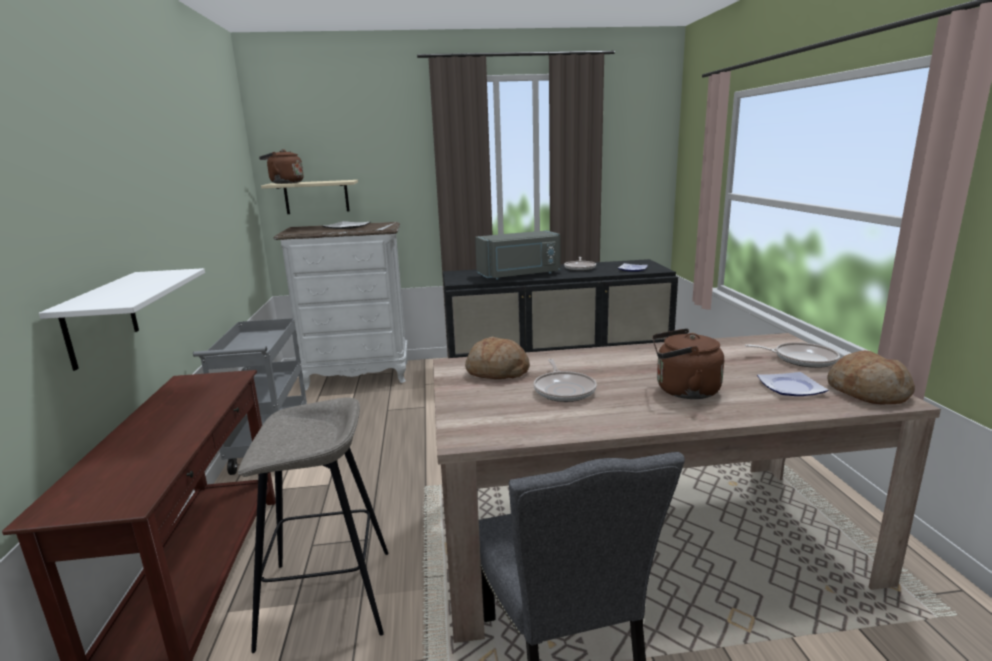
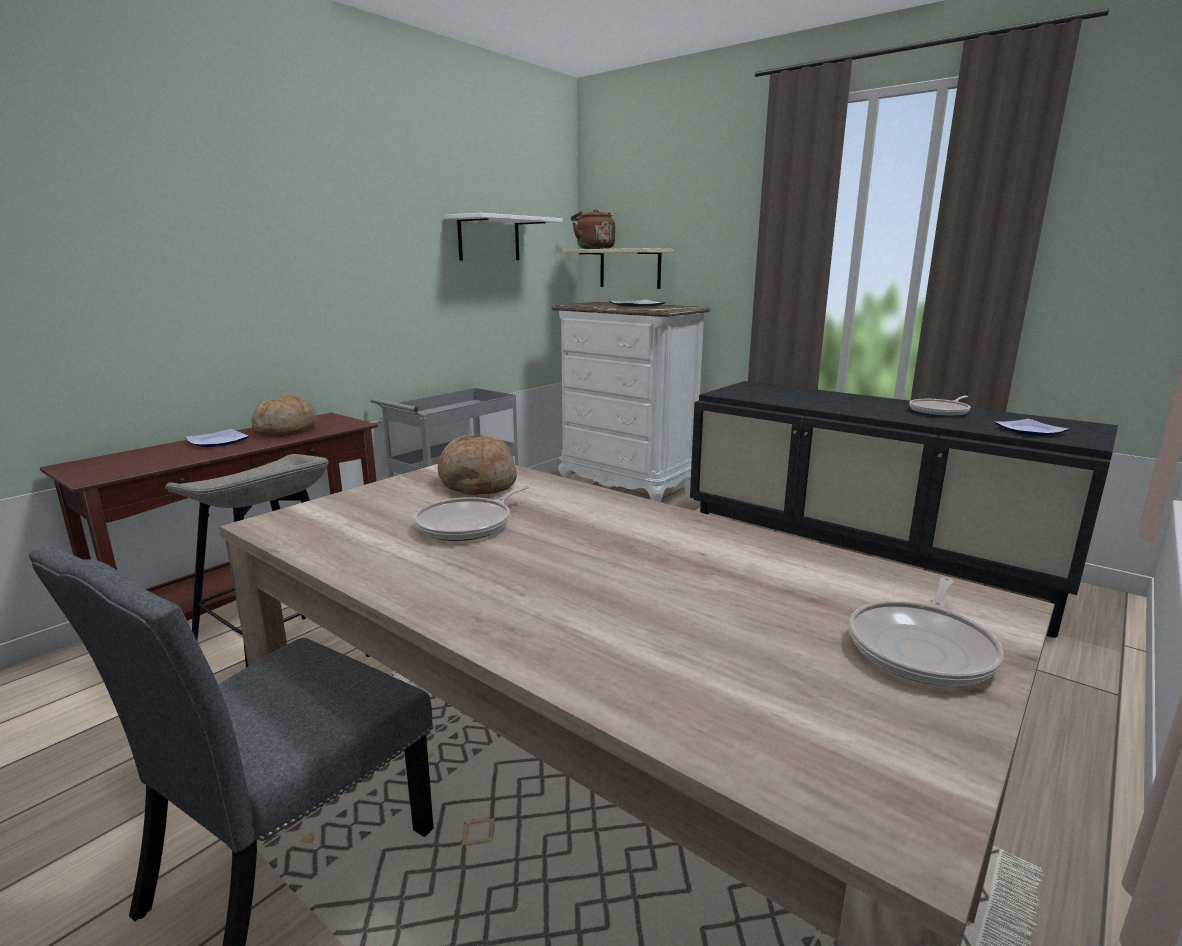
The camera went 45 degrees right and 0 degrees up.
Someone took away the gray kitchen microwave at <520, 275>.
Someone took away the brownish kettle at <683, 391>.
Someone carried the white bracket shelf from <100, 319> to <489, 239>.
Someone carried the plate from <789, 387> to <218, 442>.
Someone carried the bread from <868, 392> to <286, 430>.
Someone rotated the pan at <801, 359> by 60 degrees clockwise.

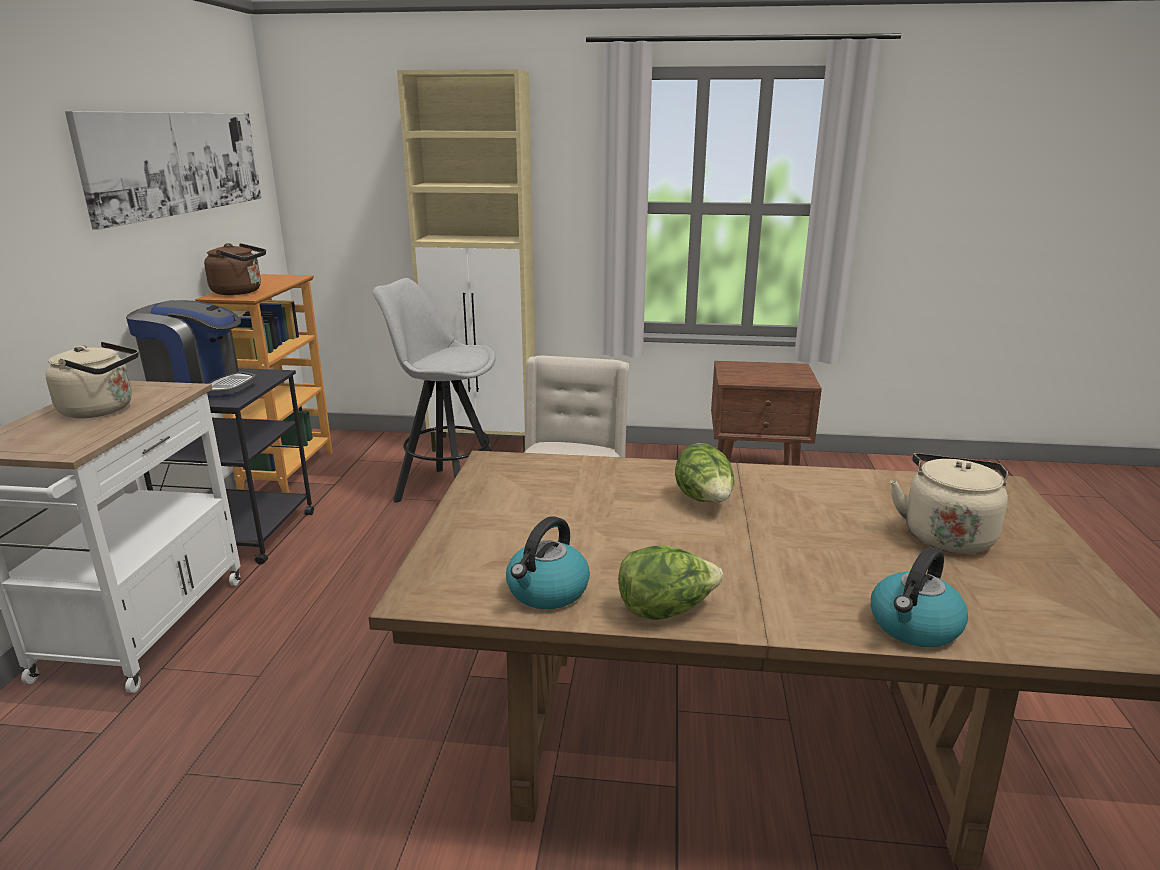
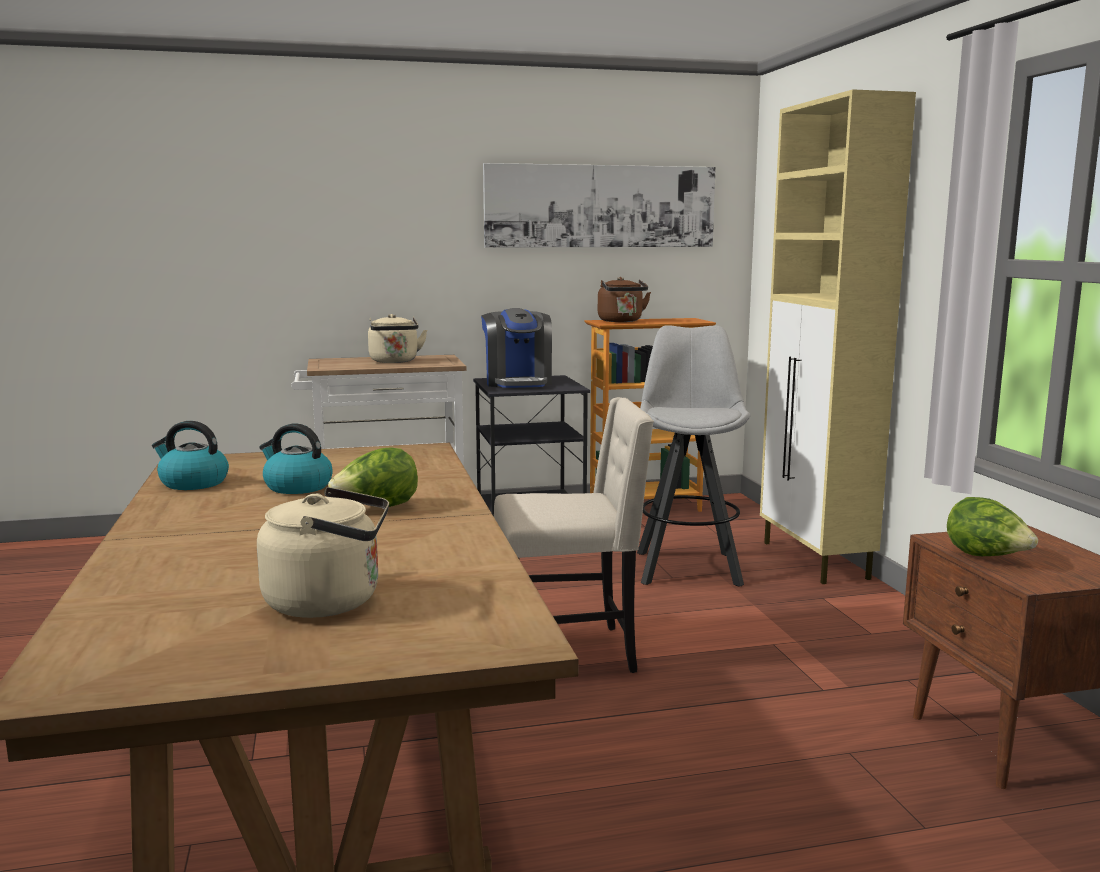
The camera went 70 degrees right and 10 degrees down.
Someone carried the head of lettuce from <666, 610> to <986, 557>.
Someone carried the kettle from <914, 627> to <297, 487>.

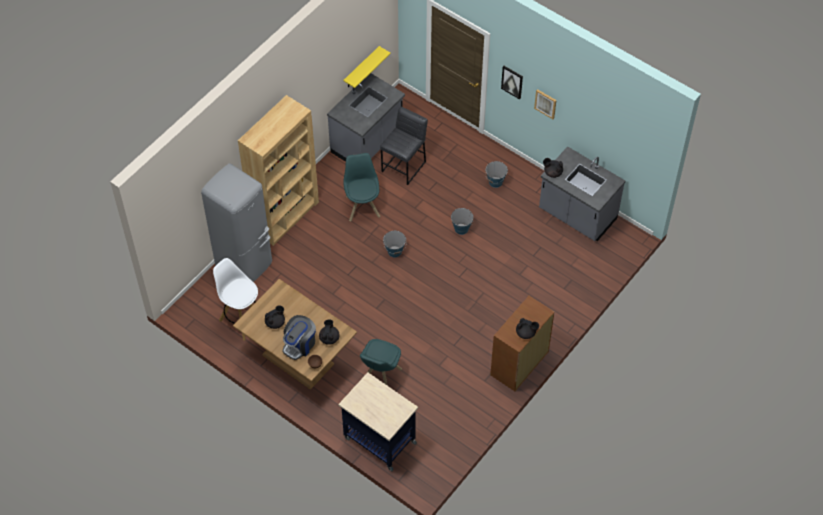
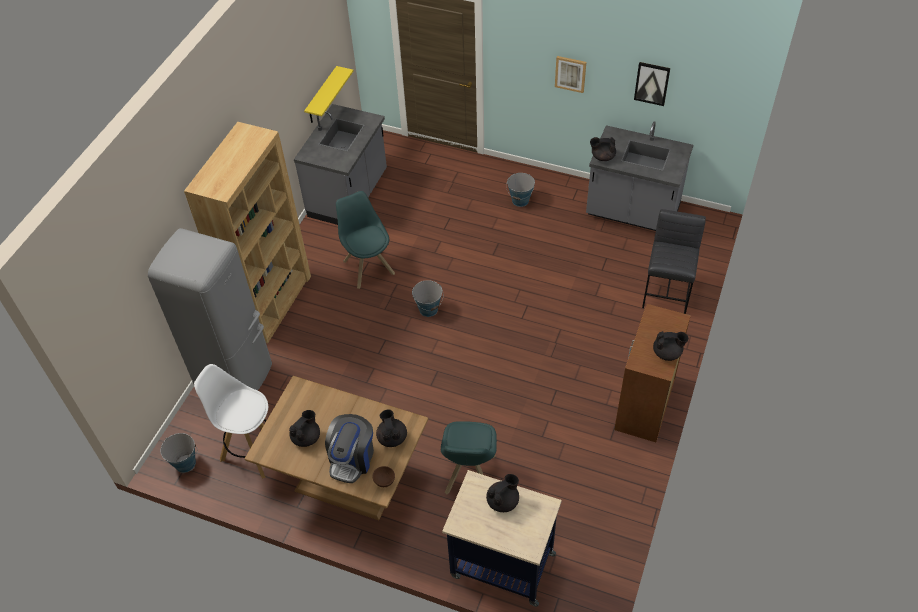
The camera went 15 degrees left and 5 degrees down.
Someone put down the black teapot at <503, 501>.
Someone carried the gray stool seat from <404, 166> to <666, 293>.
Someone carried the water bucket from <461, 229> to <185, 463>.
Someone carried the wall art from <512, 81> to <652, 83>.

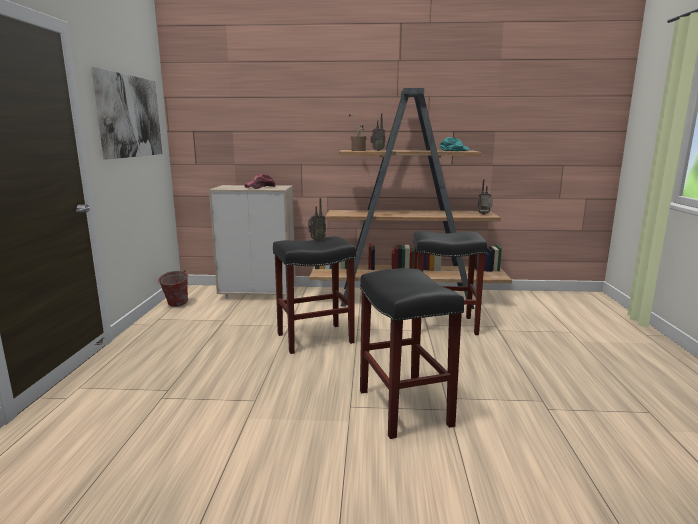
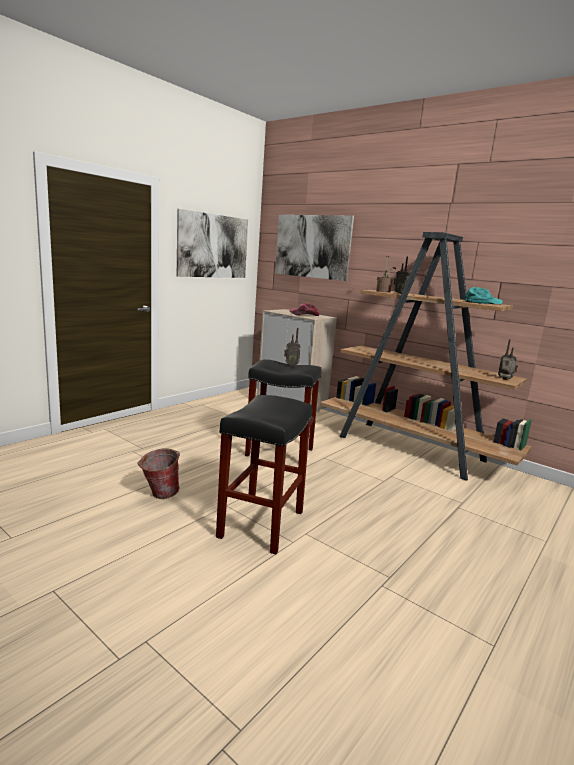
The camera went 35 degrees right and 0 degrees up.
Someone took away the black stool seat at <444, 325>.
Someone put up the wall art at <312, 246>.
Someone carried the water bucket from <175, 305> to <159, 495>.

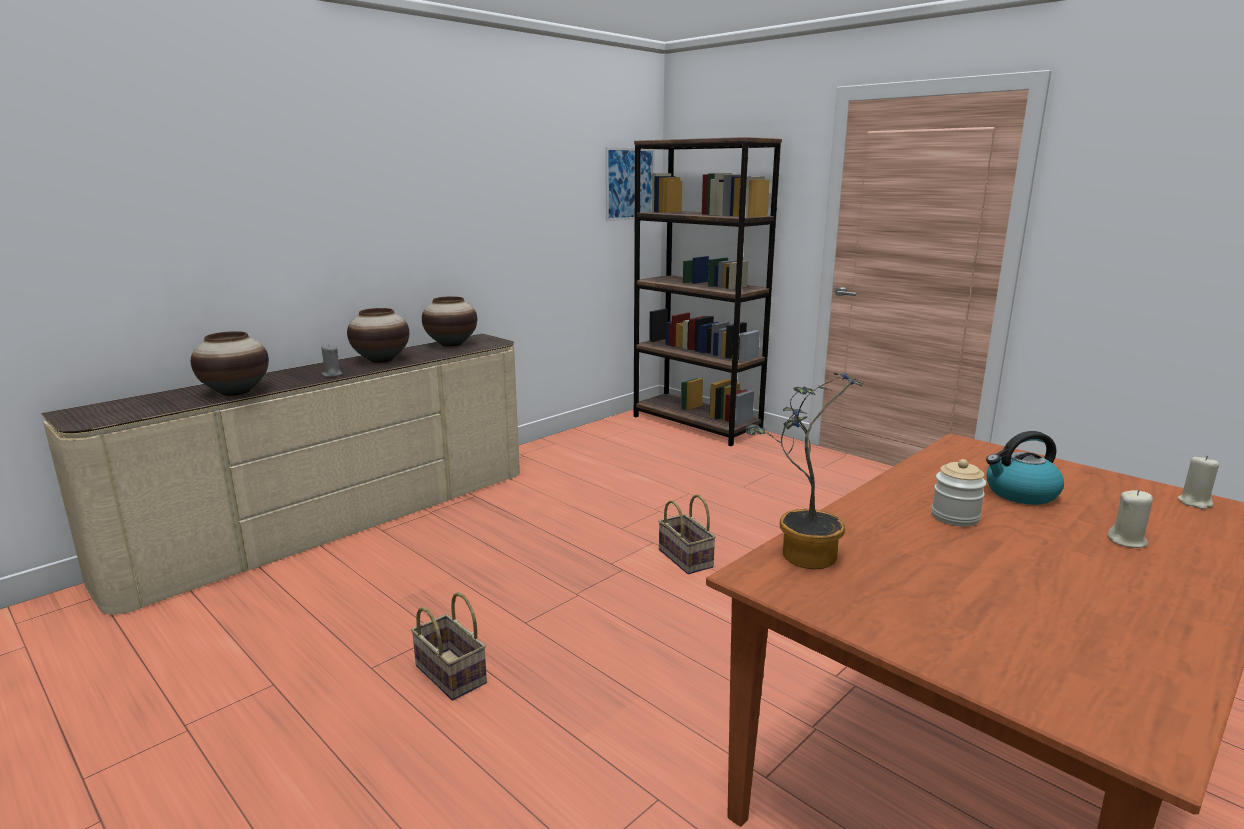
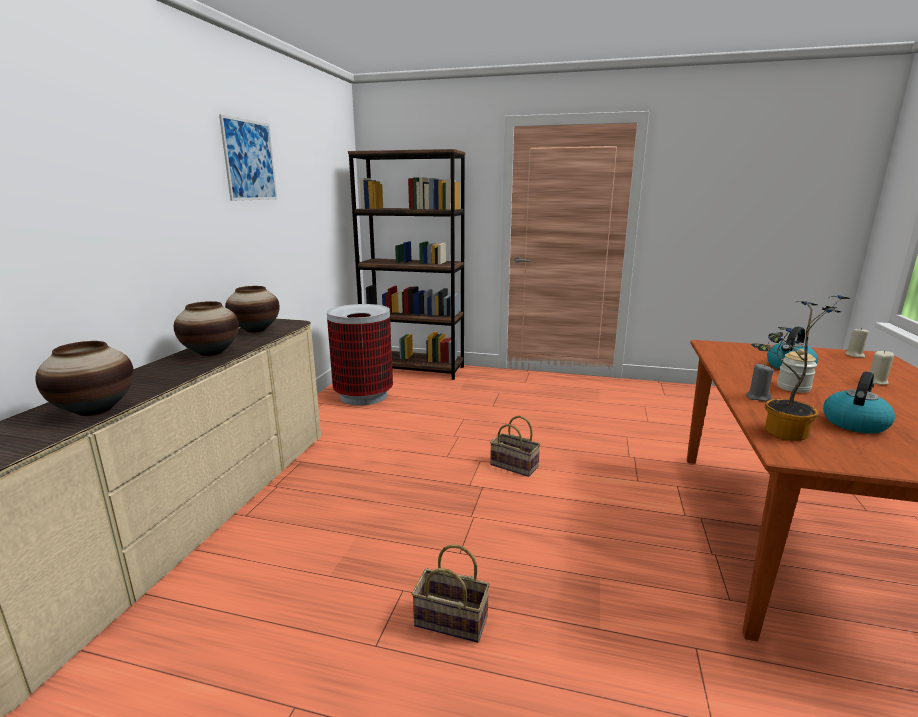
The camera went 30 degrees left and 0 degrees up.
Someone put down the rubbish bin at <363, 396>.
Someone put down the kettle at <854, 423>.
Someone carried the gray candle from <332, 375> to <757, 397>.
Someone carried the wall art from <630, 184> to <249, 160>.

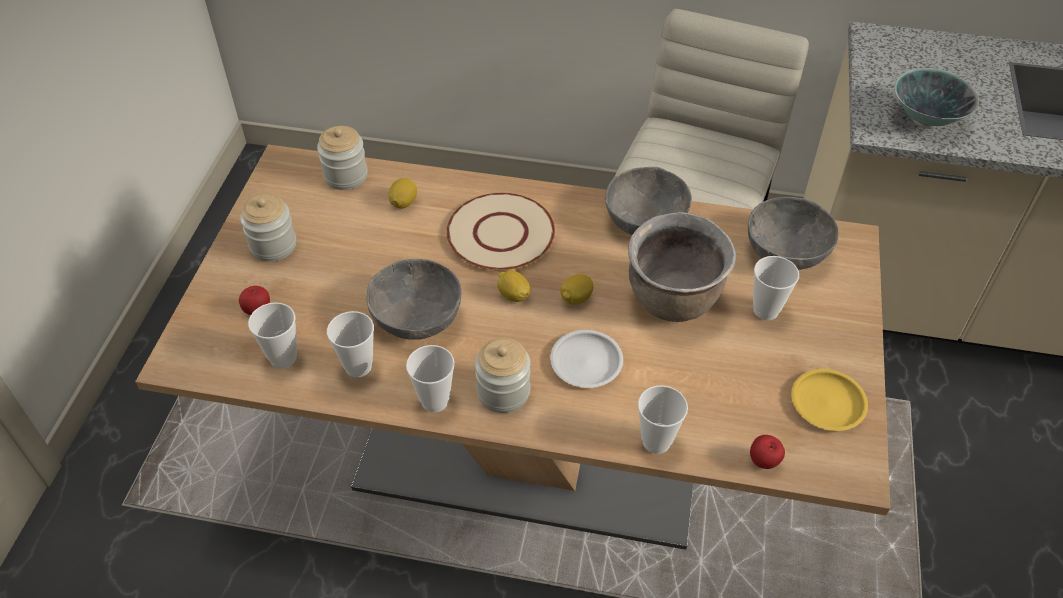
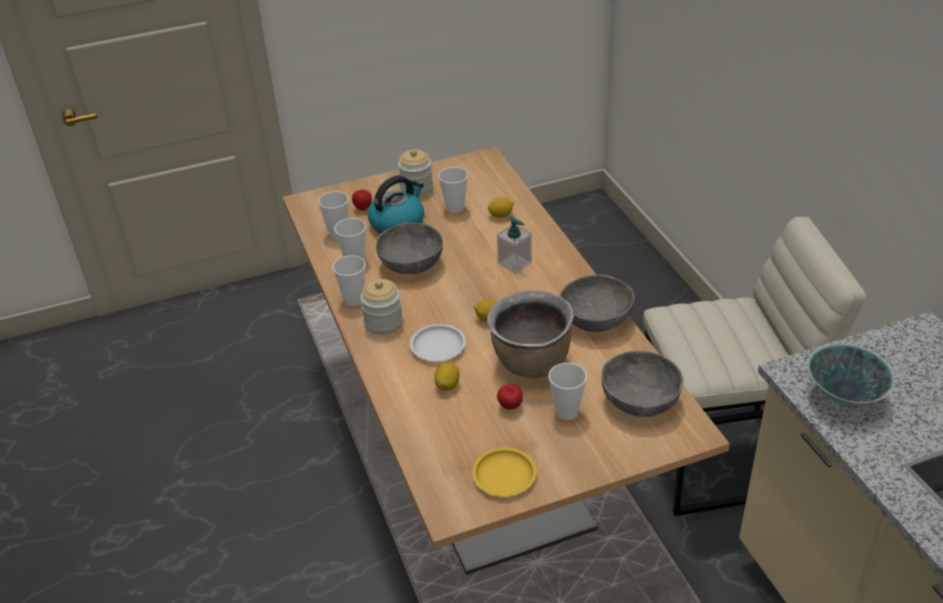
The camera went 60 degrees right and 10 degrees down.
Someone took away the jar at <346, 176>.
Someone put down the kettle at <398, 223>.
Someone carried the whole lemon from <513, 295> to <447, 385>.
Someone carried the small cup from <656, 442> to <455, 208>.
Someone carried the apple from <764, 462> to <510, 407>.
Someone swapped the beige plate at <500, 233> for the soap bottle at <514, 263>.

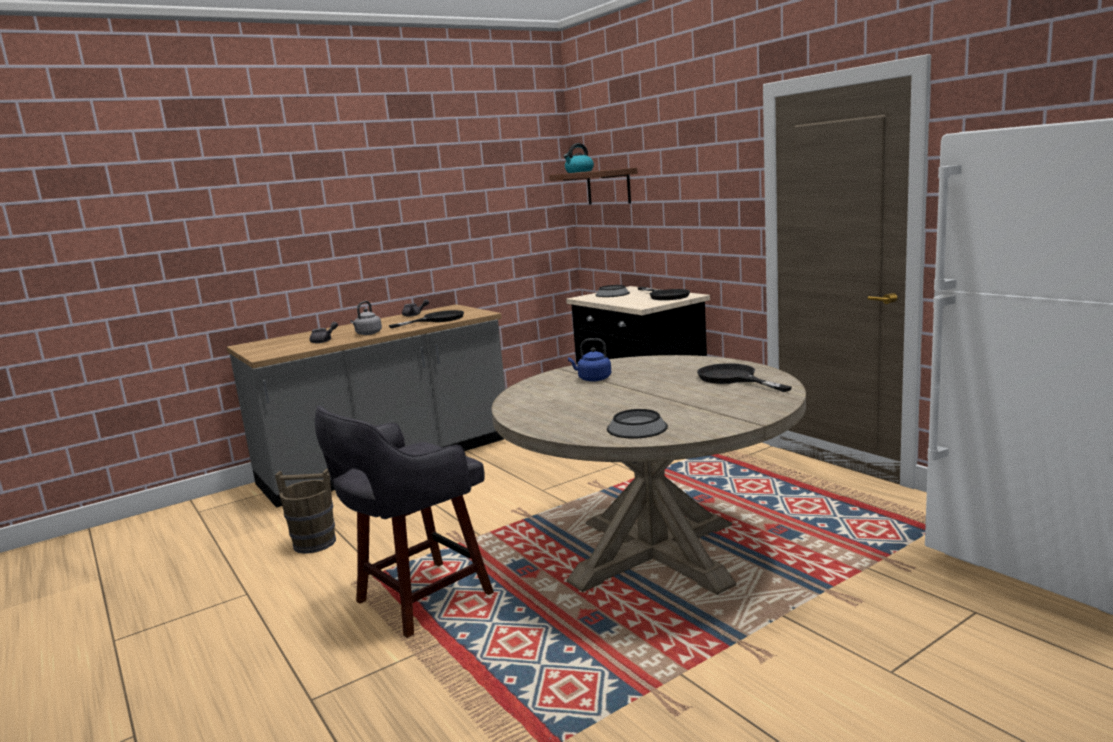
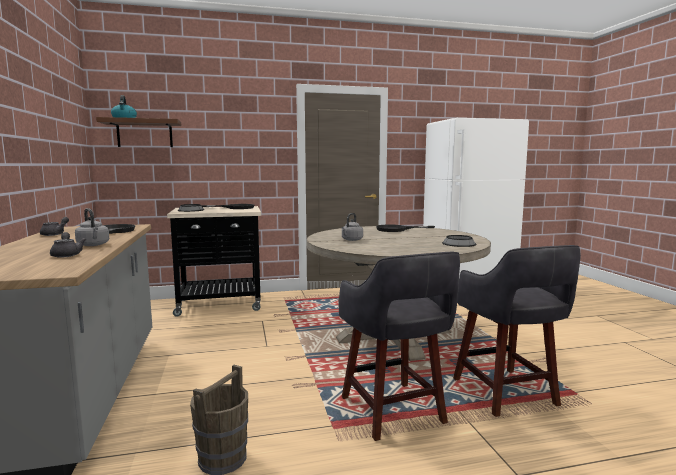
The camera went 70 degrees left and 5 degrees down.
Someone put down the gray stool seat at <506, 394>.
Someone repainted the blue kettle at <592, 379>, which became the gray kettle at <351, 240>.

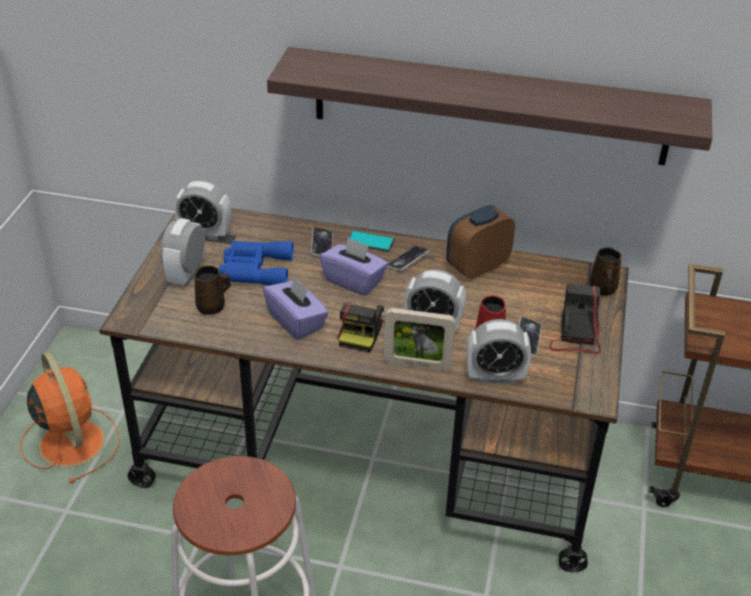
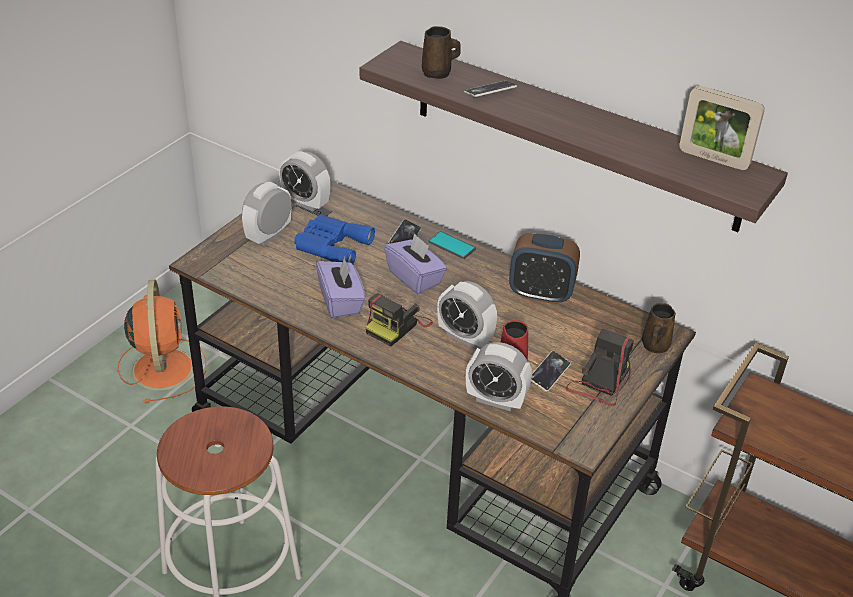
The camera went 20 degrees right and 0 degrees up.
Someone carried the brownish coffee mug from <212, 307> to <438, 73>.
Someone carried the standing frame from <417, 365> to <713, 159>.
Someone carried the handset from <407, 260> to <490, 92>.
Someone rotated the table clock at <477, 267> by 150 degrees counterclockwise.

